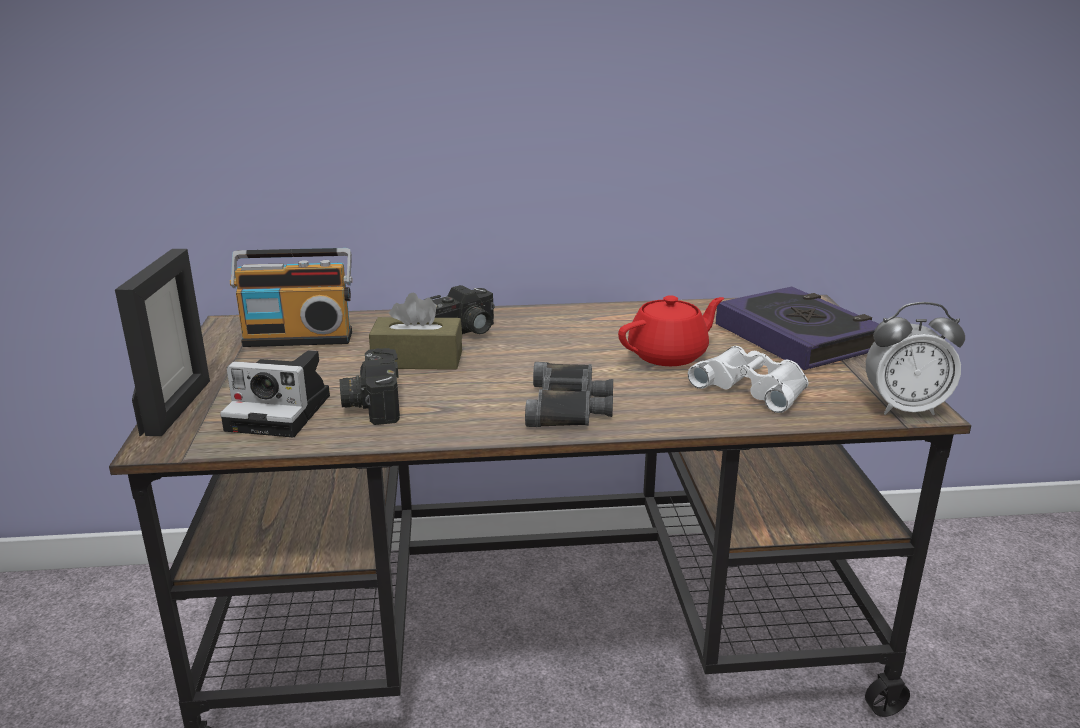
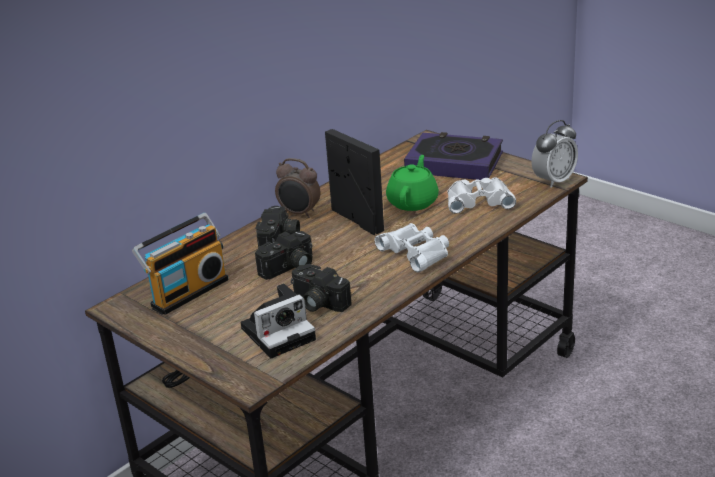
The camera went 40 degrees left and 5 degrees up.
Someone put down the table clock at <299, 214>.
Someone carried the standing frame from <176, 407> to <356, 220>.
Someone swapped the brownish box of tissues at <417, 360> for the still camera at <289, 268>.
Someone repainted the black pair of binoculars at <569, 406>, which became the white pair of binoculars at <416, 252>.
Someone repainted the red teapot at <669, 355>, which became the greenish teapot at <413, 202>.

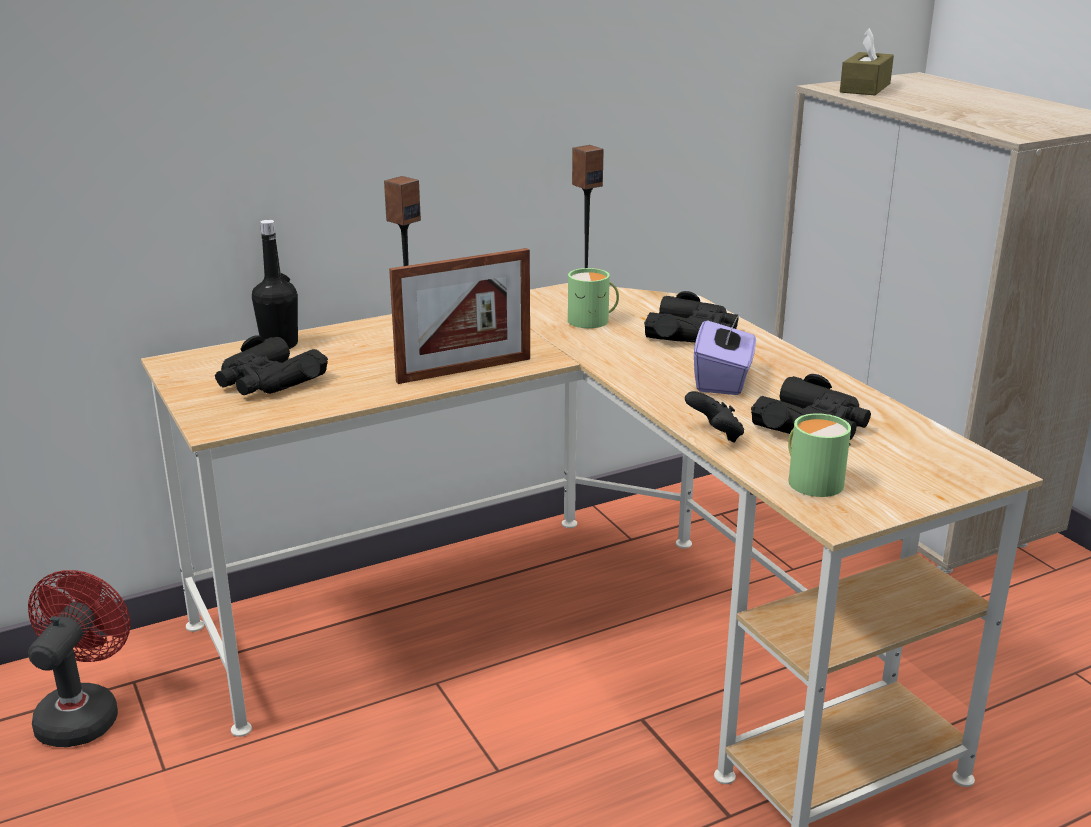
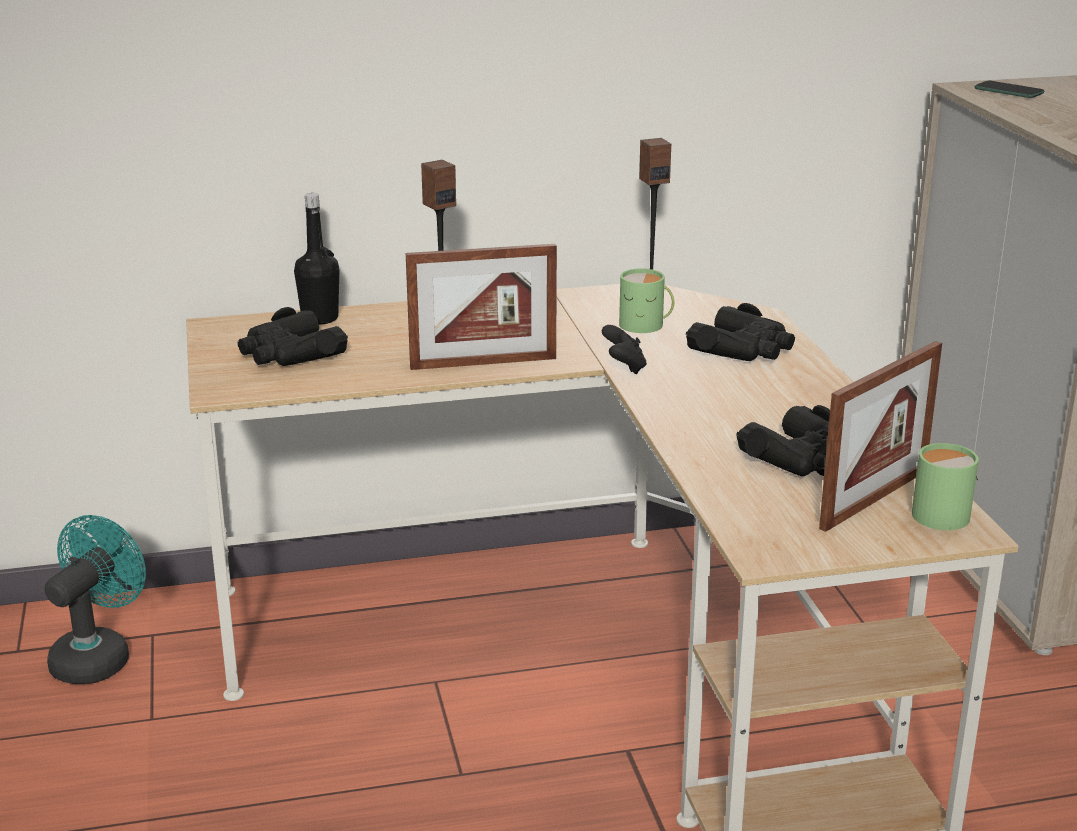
The camera went 15 degrees right and 0 degrees up.
Someone took away the purple box of tissues at <723, 380>.
Someone put down the standing frame at <874, 499>.
Someone carried the black joypad from <715, 435> to <624, 367>.
Someone carried the greenish coffee mug from <811, 480> to <937, 512>.
Someone swapped the brownish box of tissues at <865, 88> for the handset at <1008, 91>.
Someone repainted the red cooling fan at <83, 713>, which became the blue-green cooling fan at <98, 656>.

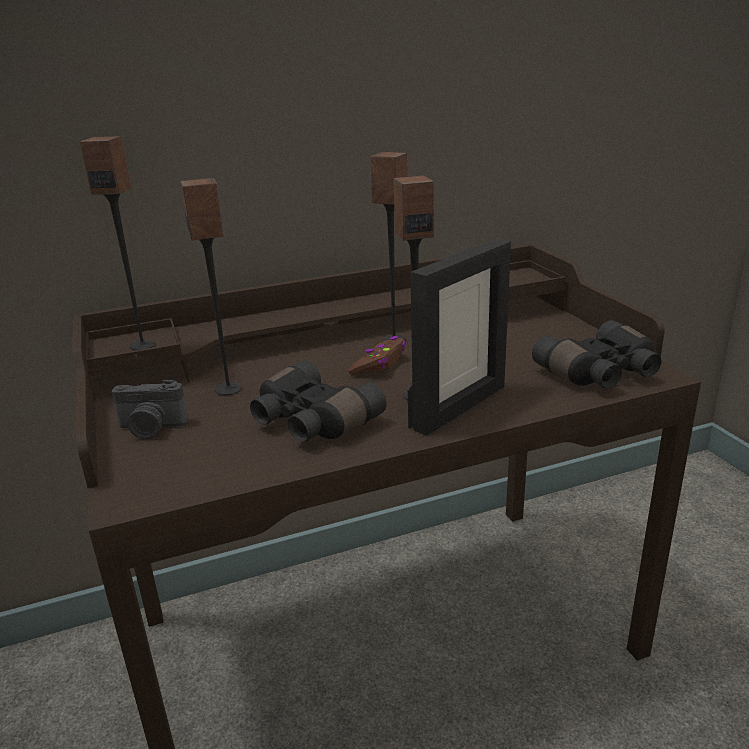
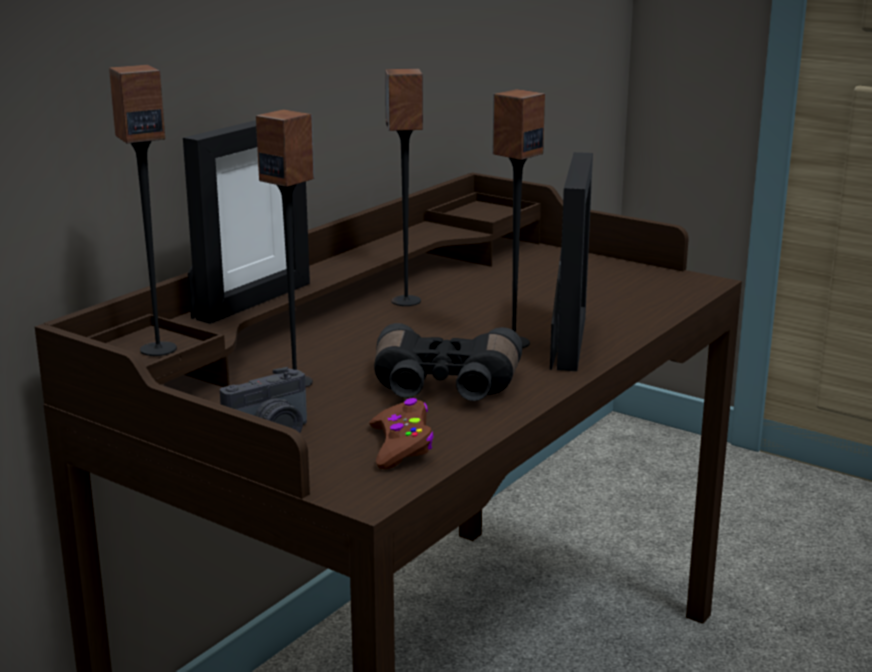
The camera went 35 degrees left and 5 degrees down.
Someone took away the black pair of binoculars at <601, 374>.
Someone put down the standing frame at <252, 300>.
Someone carried the brownish joypad from <379, 364> to <401, 446>.

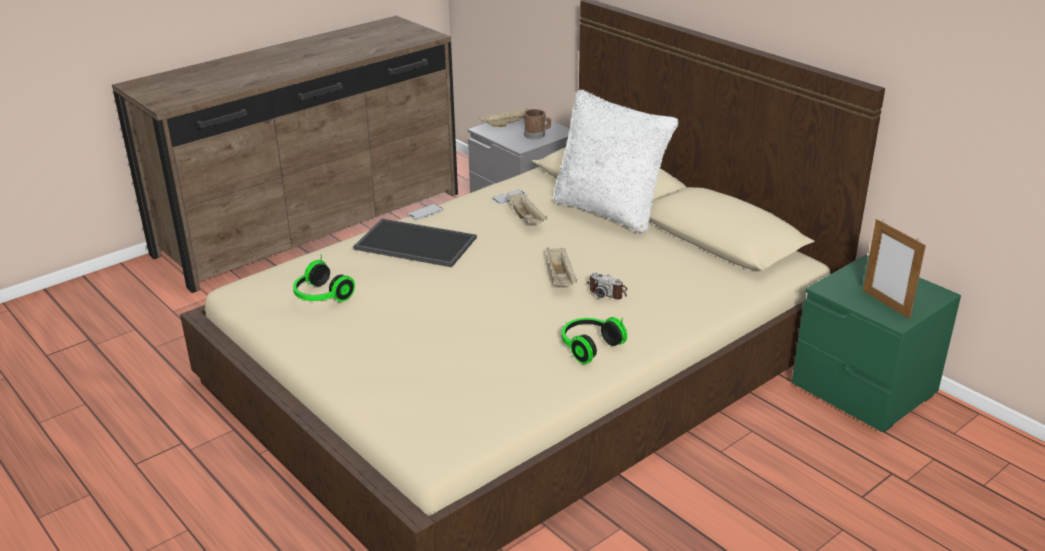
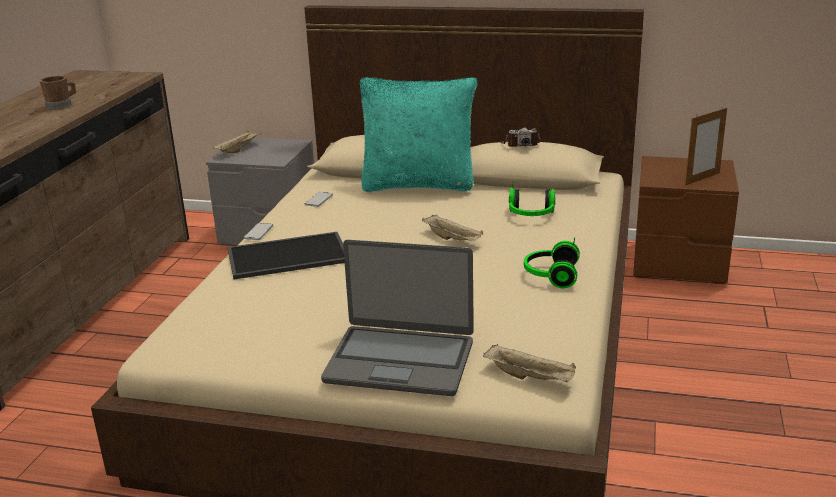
The camera went 35 degrees left and 5 degrees down.
Someone put down the laptop at <400, 361>.
Someone carried the headset from <320, 296> to <531, 215>.
Someone carried the beige tray from <527, 219> to <531, 377>.
Someone carried the brownish coffee mug from <537, 135> to <62, 105>.
Someone carried the still camera from <608, 291> to <520, 144>.
Someone repainted the white cushion at <608, 214>, which became the blue-green cushion at <419, 187>.
Someone repainted the greenish nightstand at <865, 389>, which became the brownish nightstand at <678, 263>.
Someone rotated the standing frame at <886, 304> by 60 degrees counterclockwise.

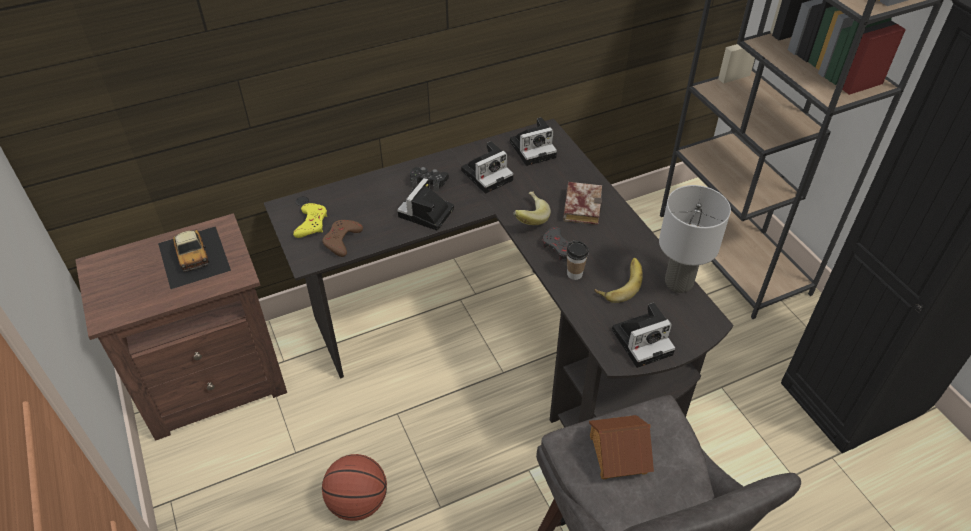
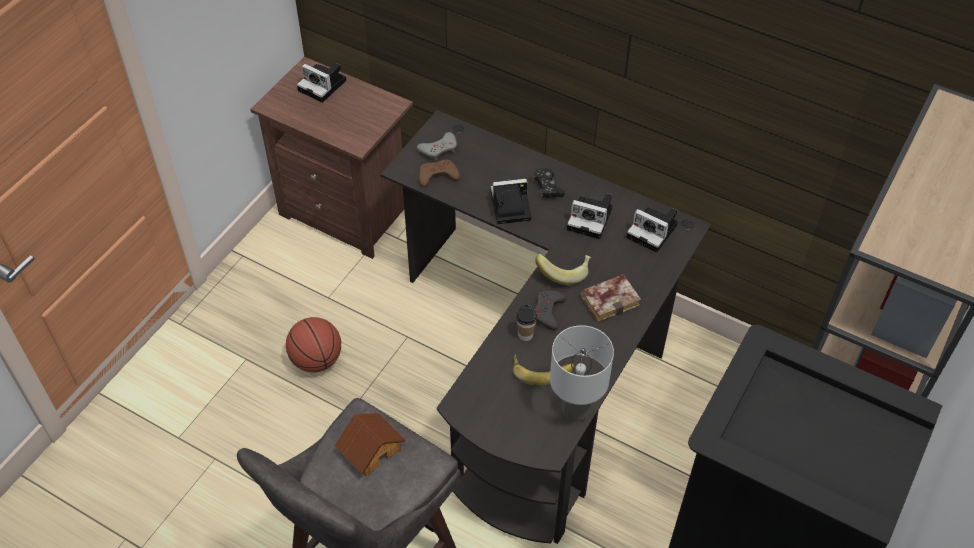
The camera went 55 degrees right and 5 degrees up.
Someone took away the miniature car at <194, 256>.
Someone carried the still camera from <643, 340> to <324, 86>.
Someone repainted the yellowish joypad at <311, 223>, which became the gray joypad at <439, 149>.

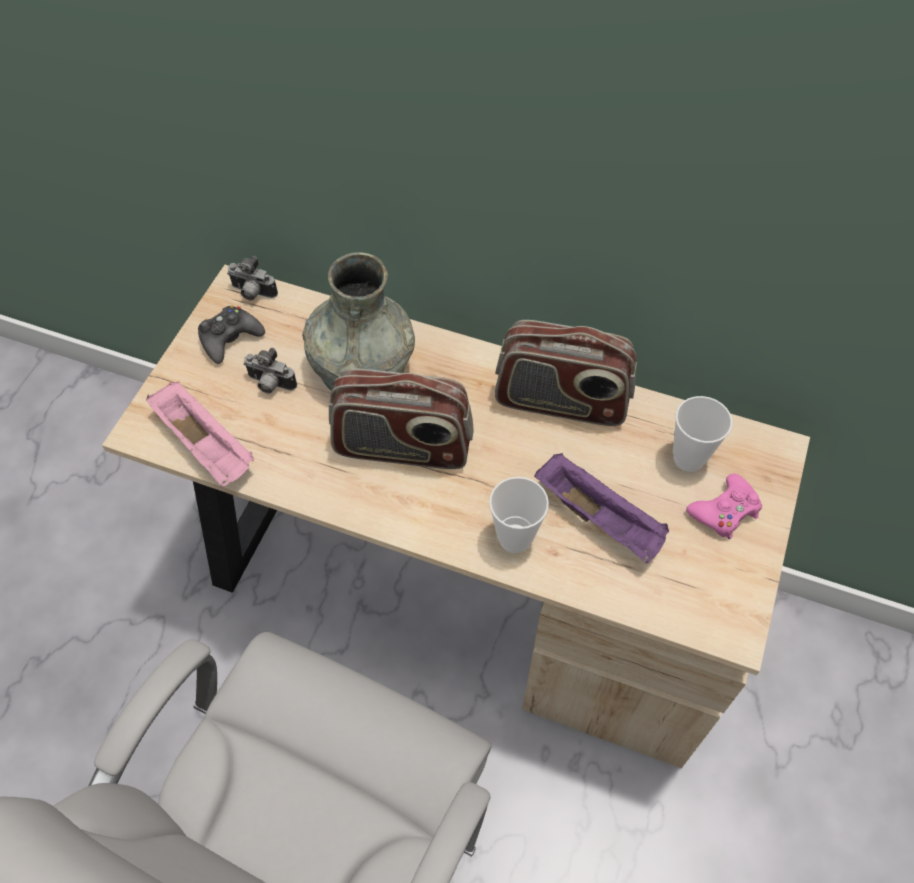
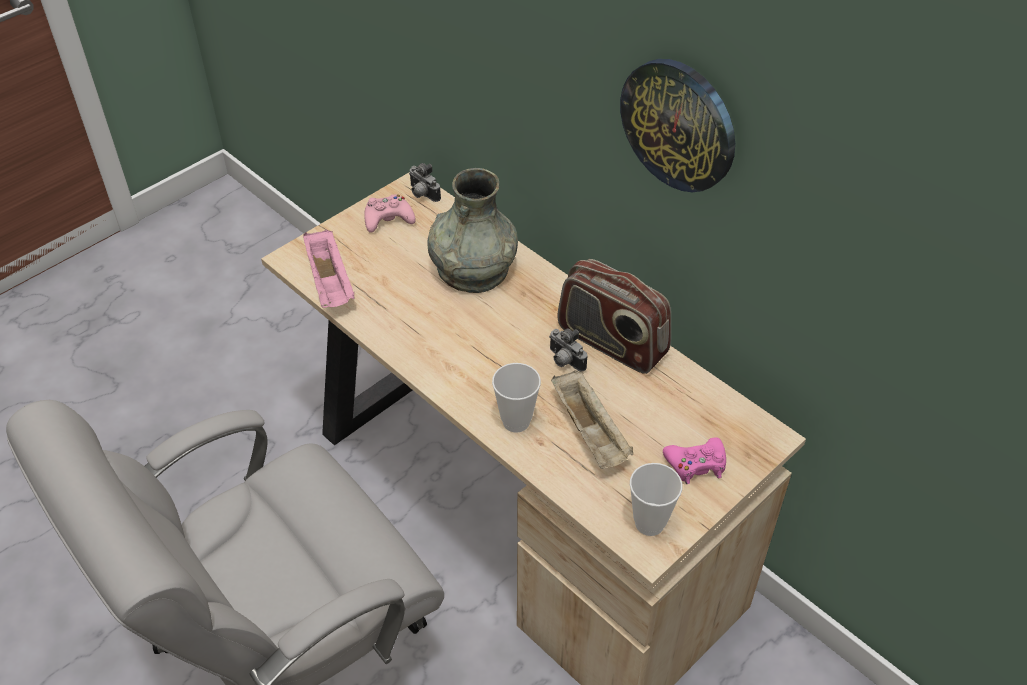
The camera went 25 degrees right and 10 degrees down.
Someone took away the radio set at <402, 447>.
Someone put up the hanging clock at <679, 124>.
Someone carried the still camera from <270, 385> to <564, 361>.
Someone carried the small cup from <688, 458> to <649, 523>.
Someone repainted the black joypad at <230, 338>, which became the pink joypad at <388, 219>.
Someone repainted the purple tray at <600, 518>, which became the beige tray at <591, 432>.

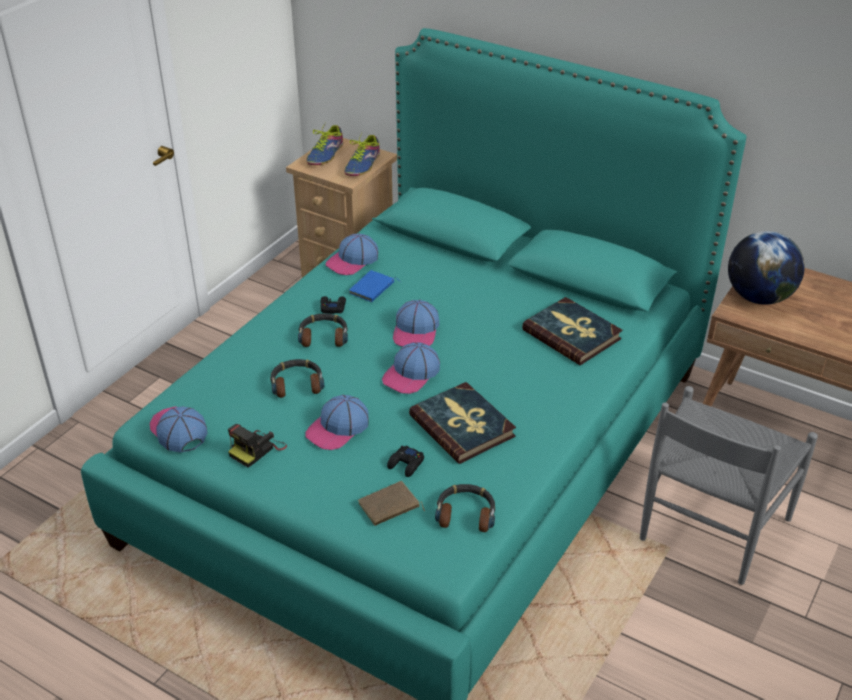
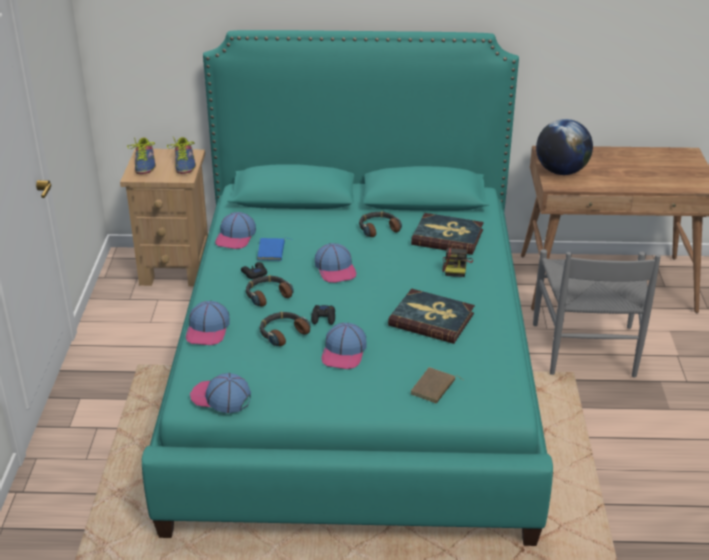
The camera went 30 degrees left and 5 degrees down.
Someone carried the still camera from <257, 449> to <456, 267>.
Someone carried the cap from <411, 374> to <208, 330>.
Someone carried the black joypad from <406, 464> to <323, 318>.
Someone carried the headset from <466, 513> to <378, 228>.

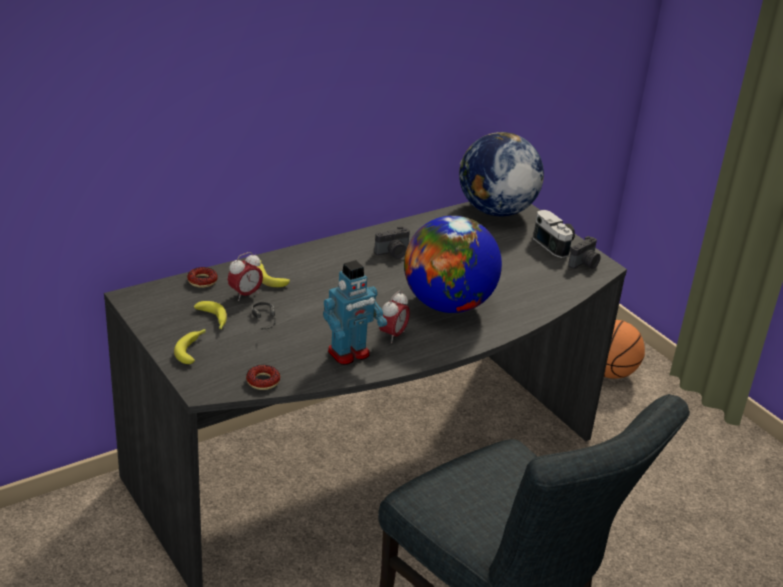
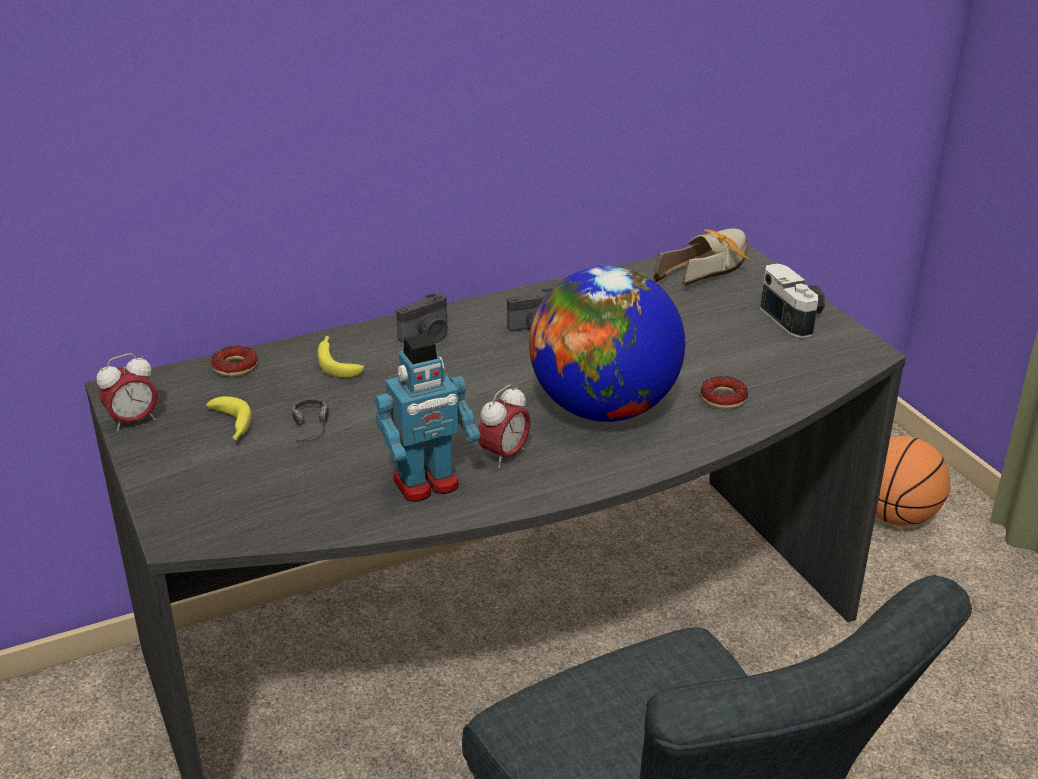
The camera went 10 degrees right and 0 degrees up.
Someone took away the banana at <193, 349>.
Someone carried the table clock from <245, 295> to <133, 421>.
Someone carried the ring doughnut from <263, 381> to <723, 398>.
Someone carried the still camera from <585, 264> to <427, 336>.
Someone swapped the world globe at <495, 211> for the shoe at <708, 268>.

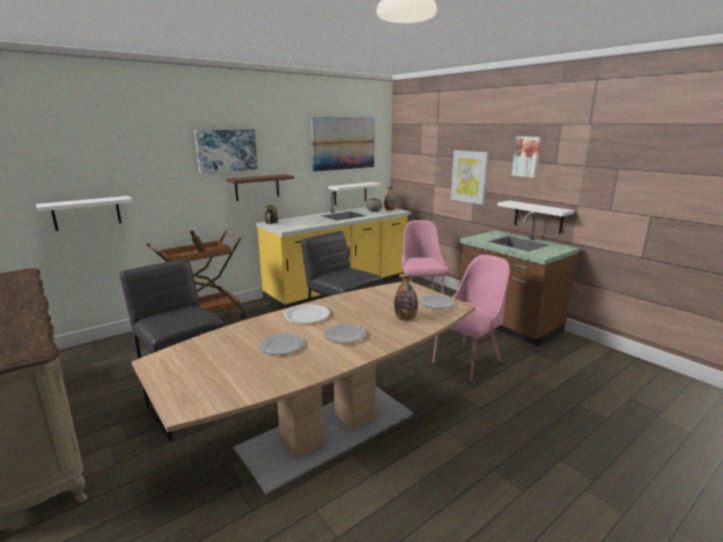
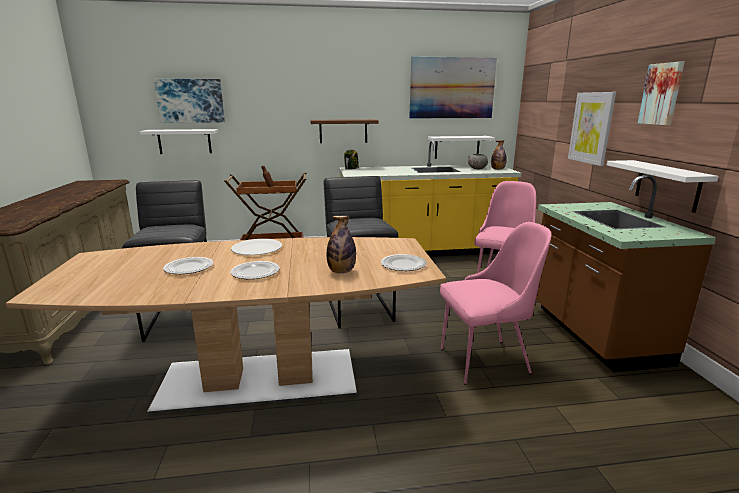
The camera went 30 degrees right and 0 degrees up.
Someone carried the wall art from <226, 150> to <190, 101>.

